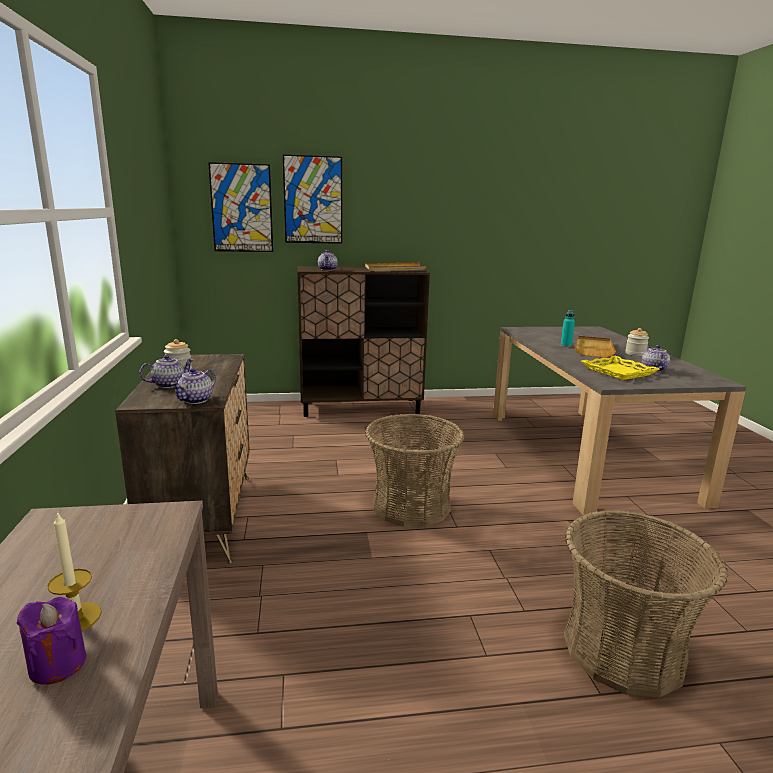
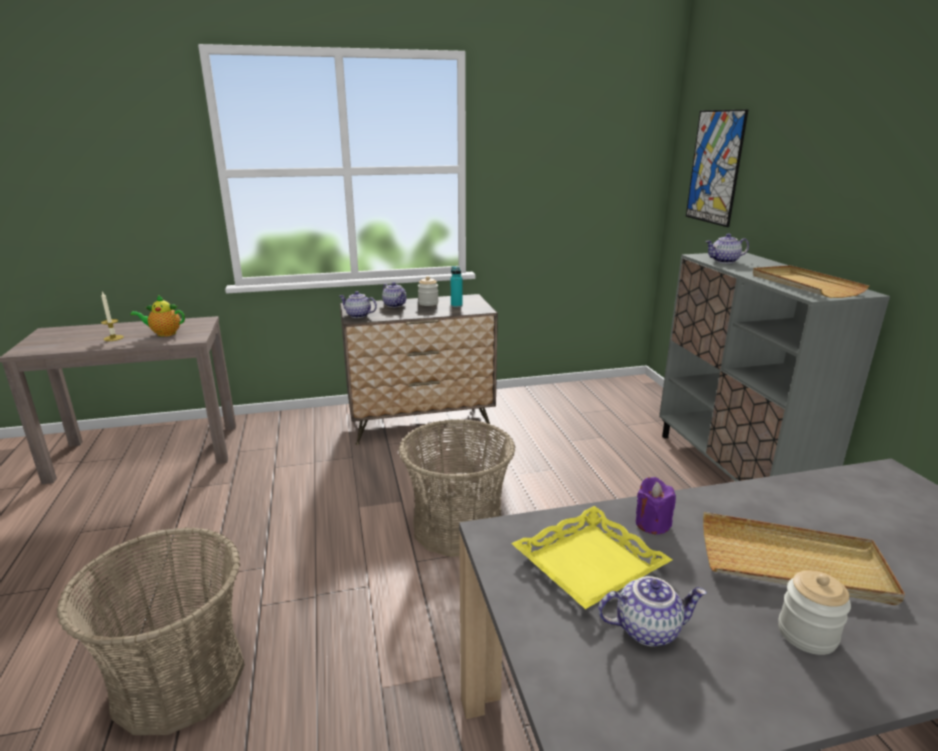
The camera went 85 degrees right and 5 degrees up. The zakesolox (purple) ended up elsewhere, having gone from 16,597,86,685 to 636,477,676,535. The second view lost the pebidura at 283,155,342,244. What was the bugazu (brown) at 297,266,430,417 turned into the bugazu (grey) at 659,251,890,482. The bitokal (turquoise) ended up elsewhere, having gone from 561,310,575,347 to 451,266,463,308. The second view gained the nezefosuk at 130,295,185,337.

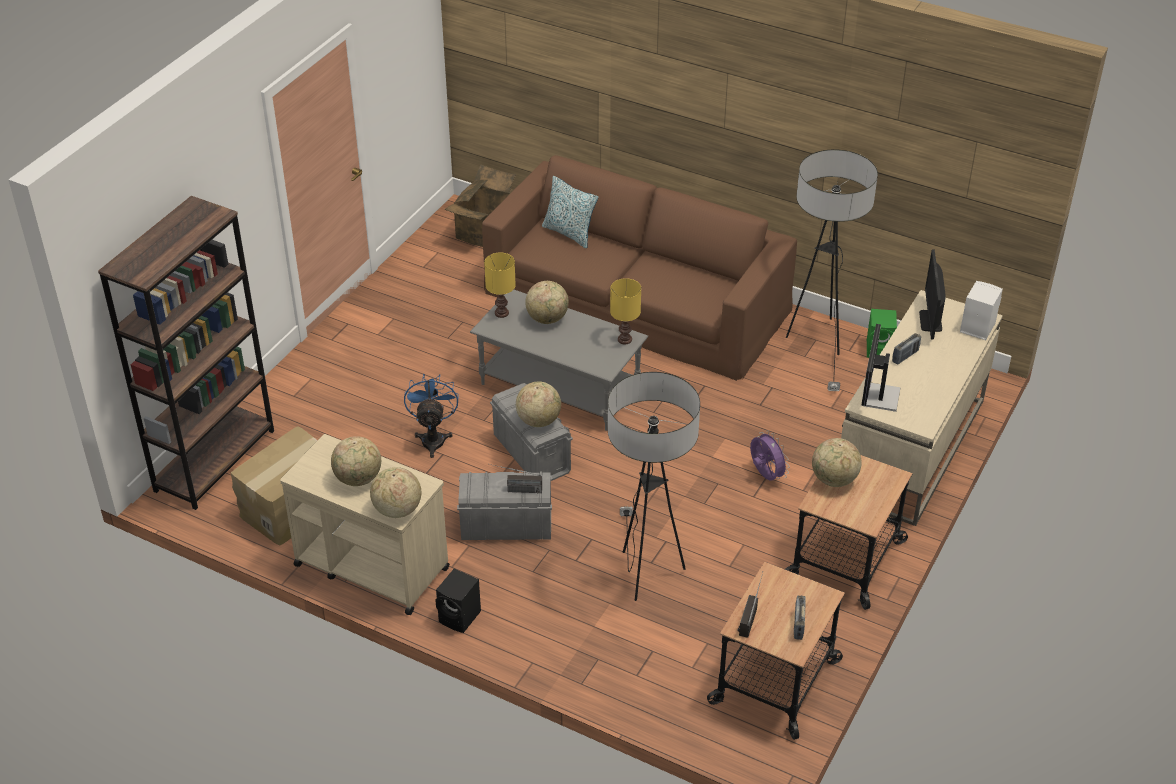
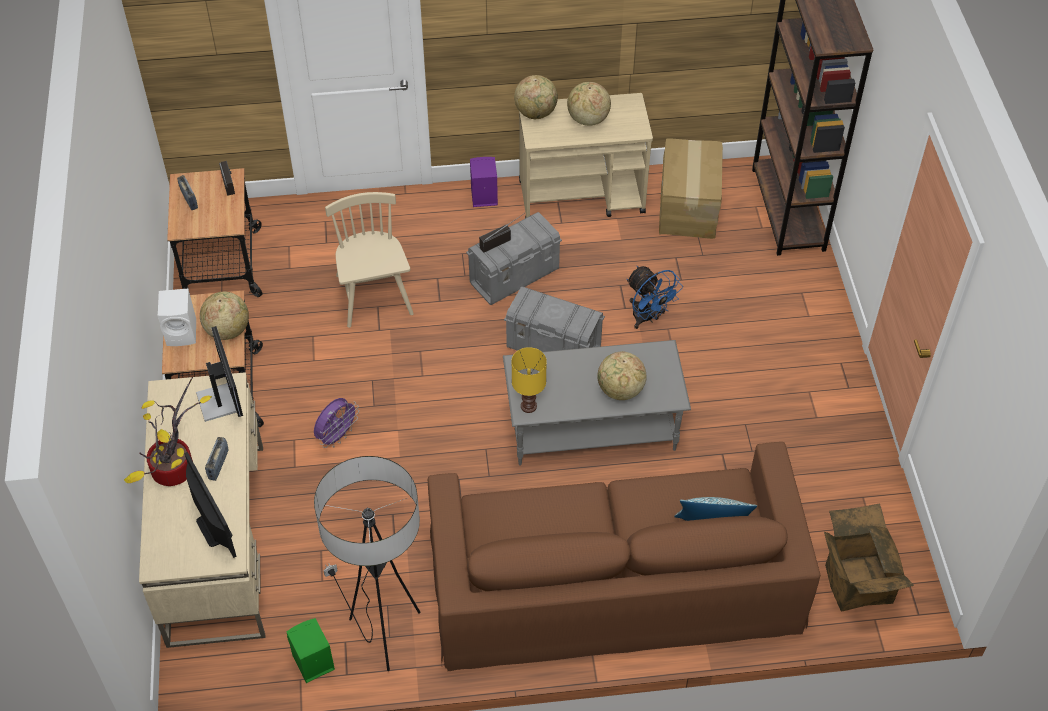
The camera went 145 degrees right and 10 degrees up. What was the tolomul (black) at 435,569,481,633 turned into the tolomul (purple) at 470,157,498,207. The second view lost the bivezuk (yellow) at 484,253,516,318. The second view lost the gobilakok at 516,381,561,427. Where the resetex stood at 608,372,700,601, the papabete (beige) came to stand at 325,192,414,328. The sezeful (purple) at 750,430,790,481 ended up facing another way, 75 degrees counterclockwise from before. The tolomul (white) ended up elsewhere, having gone from 960,281,1003,340 to 158,289,196,346. The second view gained the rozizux at 124,377,212,486.

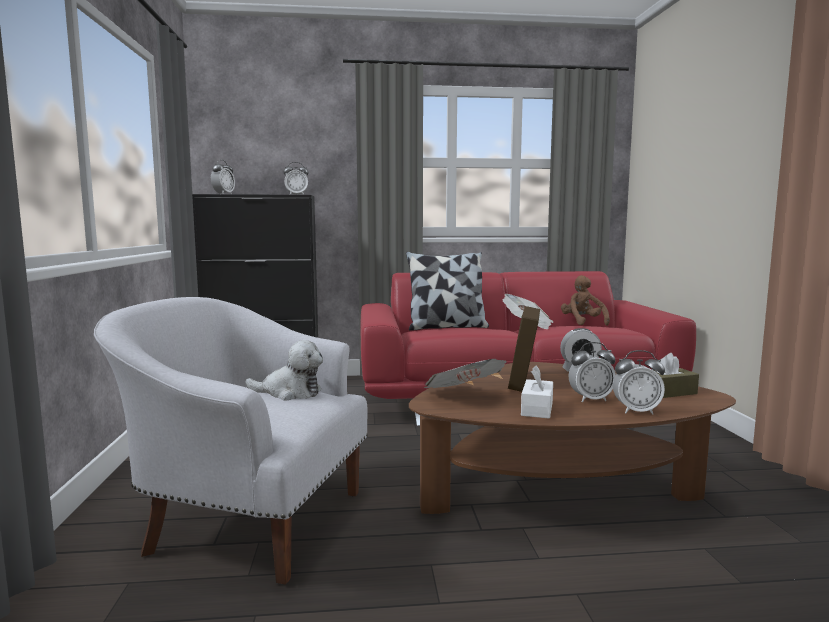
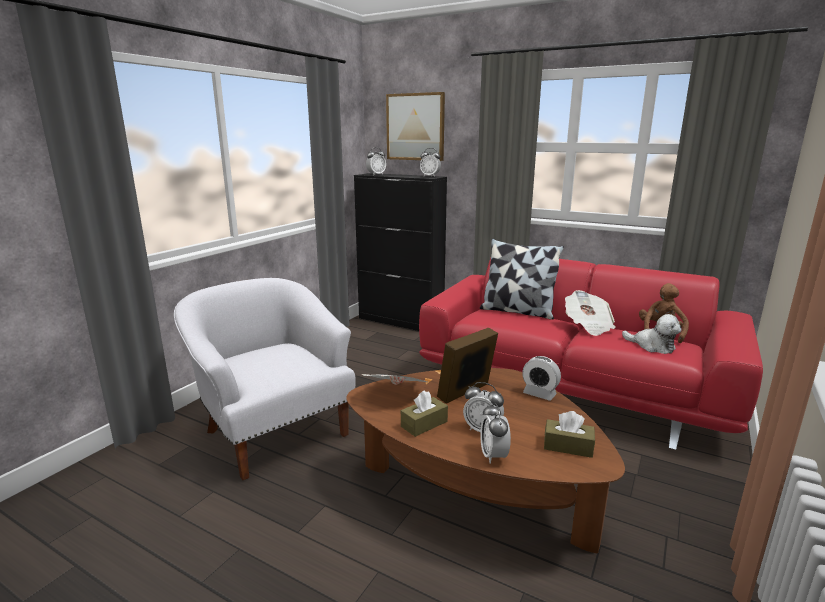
The camera went 35 degrees right and 10 degrees up. The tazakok ended up elsewhere, having gone from 245,340,323,400 to 622,314,682,354. What was the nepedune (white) at 521,365,553,418 turned into the nepedune (brown) at 401,390,448,437. The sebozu at 613,350,665,415 ended up facing another way, 45 degrees clockwise from before. The second view gained the pebidura at 386,92,445,161.

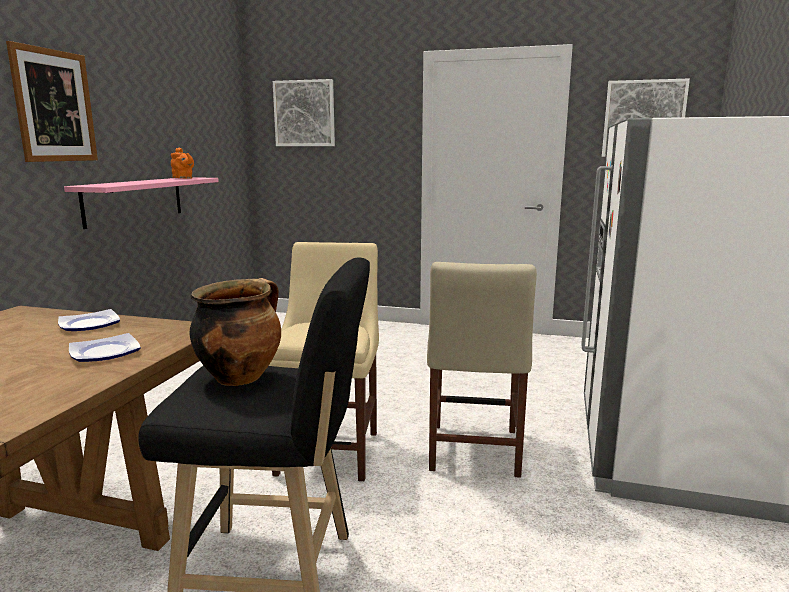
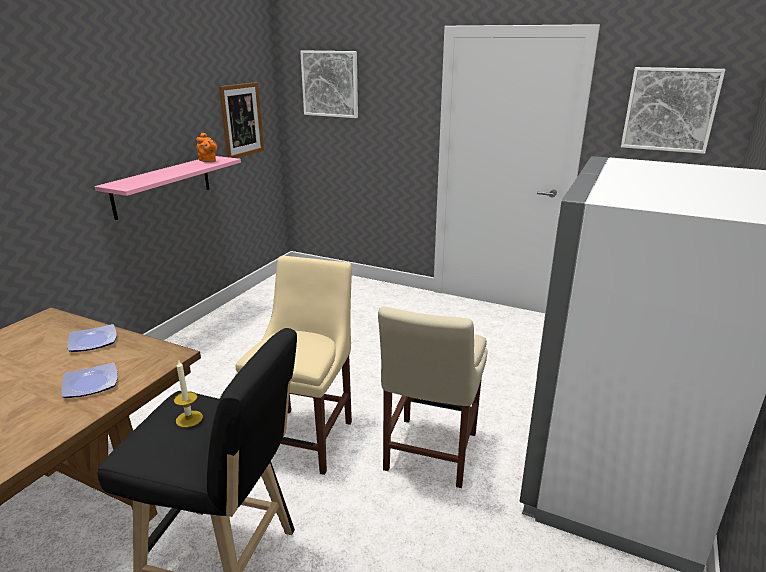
The camera went 10 degrees right and 10 degrees up. The pebidura ended up elsewhere, having gone from 6,41,98,162 to 219,82,264,158. Where the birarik stood at 190,278,281,386, the zakesolox came to stand at 174,359,203,428.

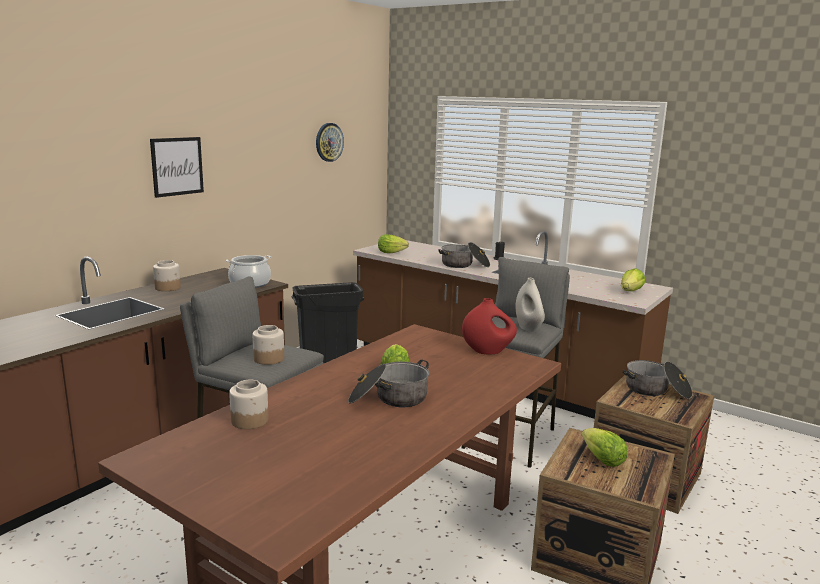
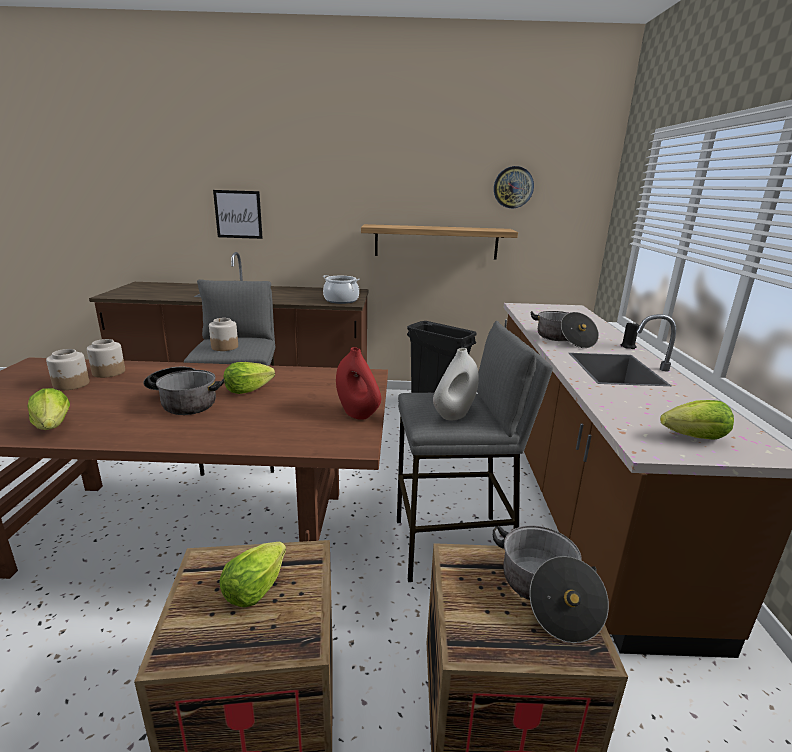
The camera went 55 degrees right and 5 degrees up. The pebidura ended up elsewhere, having gone from 150,137,204,198 to 213,190,263,239. The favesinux ended up elsewhere, having gone from 153,260,181,291 to 46,349,89,390. The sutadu ended up elsewhere, having gone from 378,234,409,253 to 27,388,70,430. The second view gained the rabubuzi at 361,224,518,260.

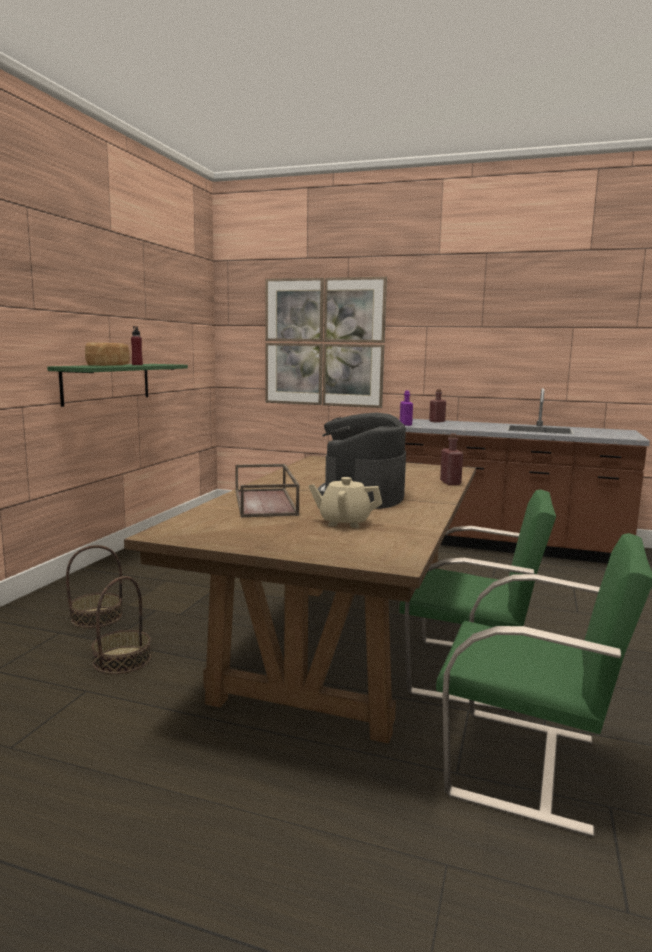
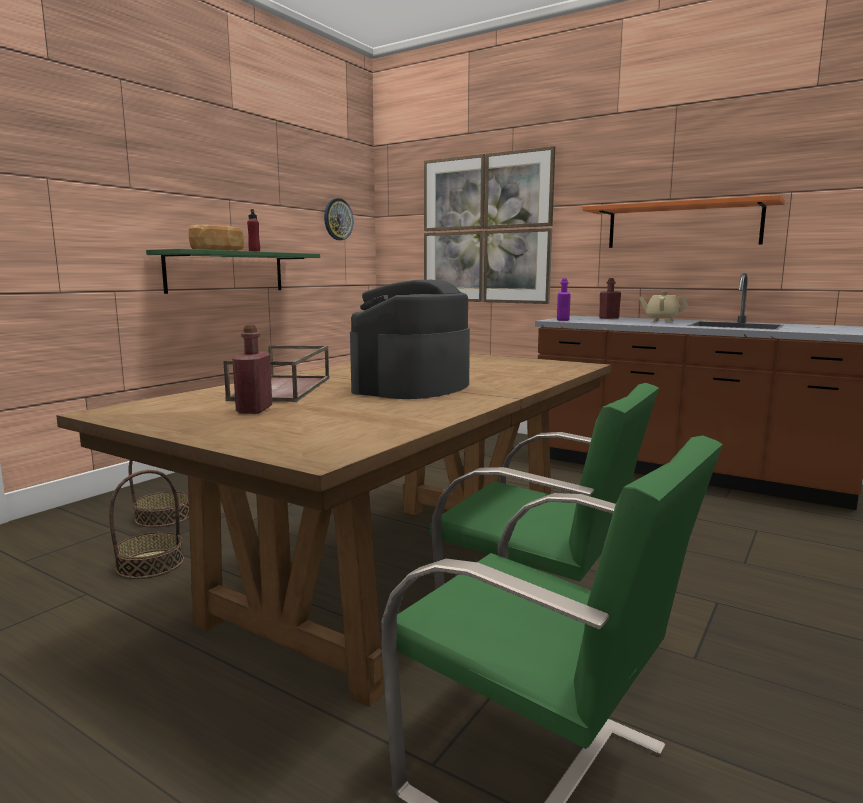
The camera went 15 degrees right and 0 degrees up. The nezefosuk (beige) ended up elsewhere, having gone from 309,477,382,528 to 639,291,688,322. The bitokal (red) ended up elsewhere, having gone from 440,433,463,485 to 232,325,272,414. The second view gained the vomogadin at 324,198,353,240. The second view gained the rabubuzi (orange) at 582,195,785,248.

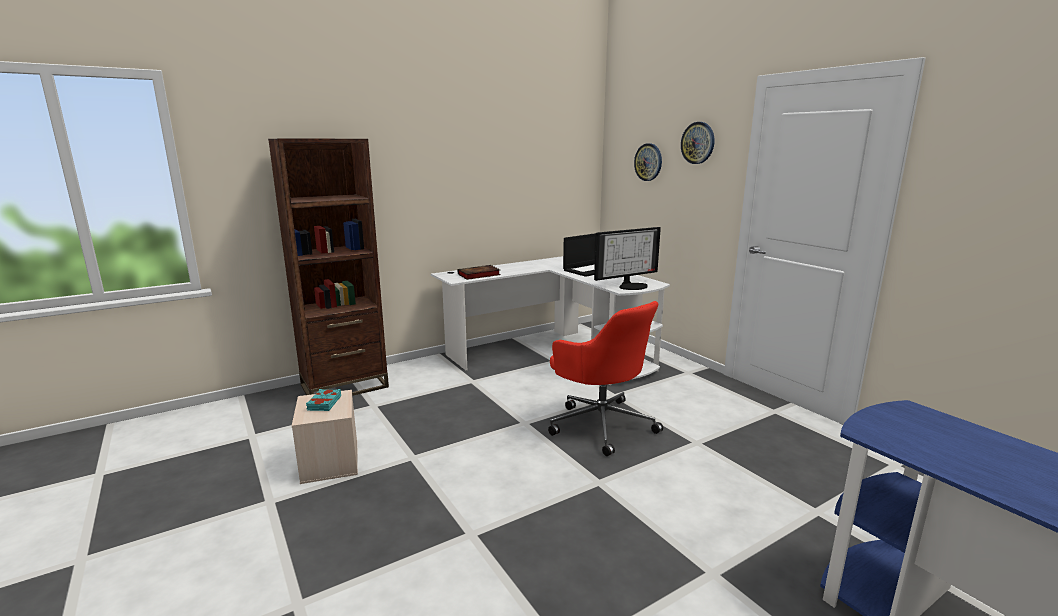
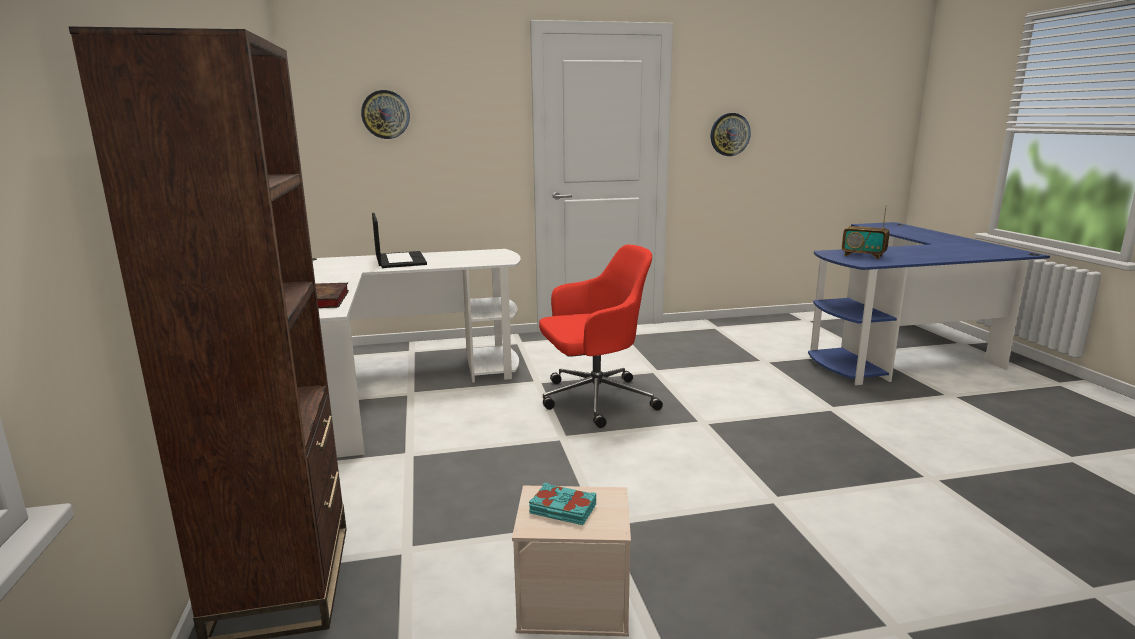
The camera went 70 degrees left and 0 degrees up. The second view lost the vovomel at 594,227,661,290. The vomogadin ended up elsewhere, having gone from 681,122,715,164 to 711,113,751,156. The second view gained the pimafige at 842,206,890,259.

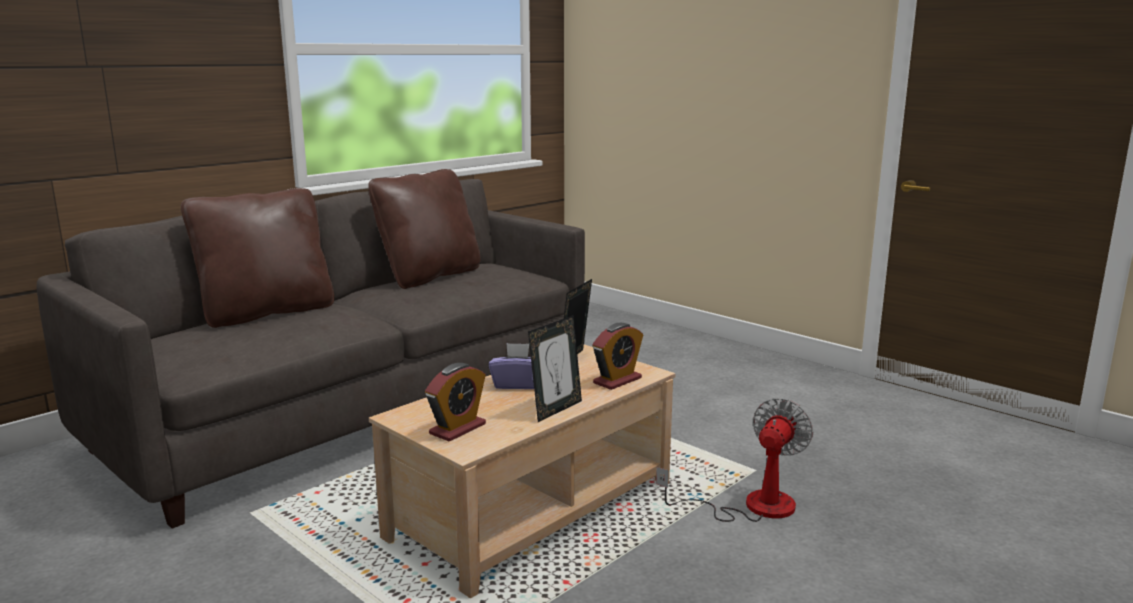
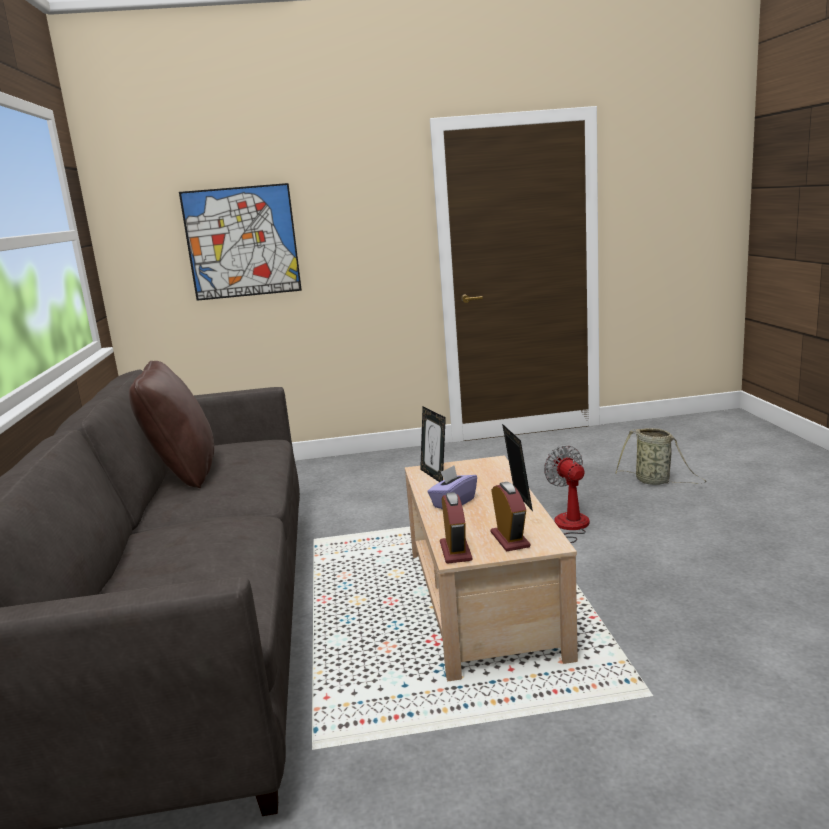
The camera went 50 degrees left and 0 degrees up. The second view lost the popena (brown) at 181,188,334,328. The sebozu ended up elsewhere, having gone from 592,323,643,390 to 440,492,473,564. The second view gained the pebidura at 179,183,302,301. The second view gained the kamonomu at 616,428,706,485.

